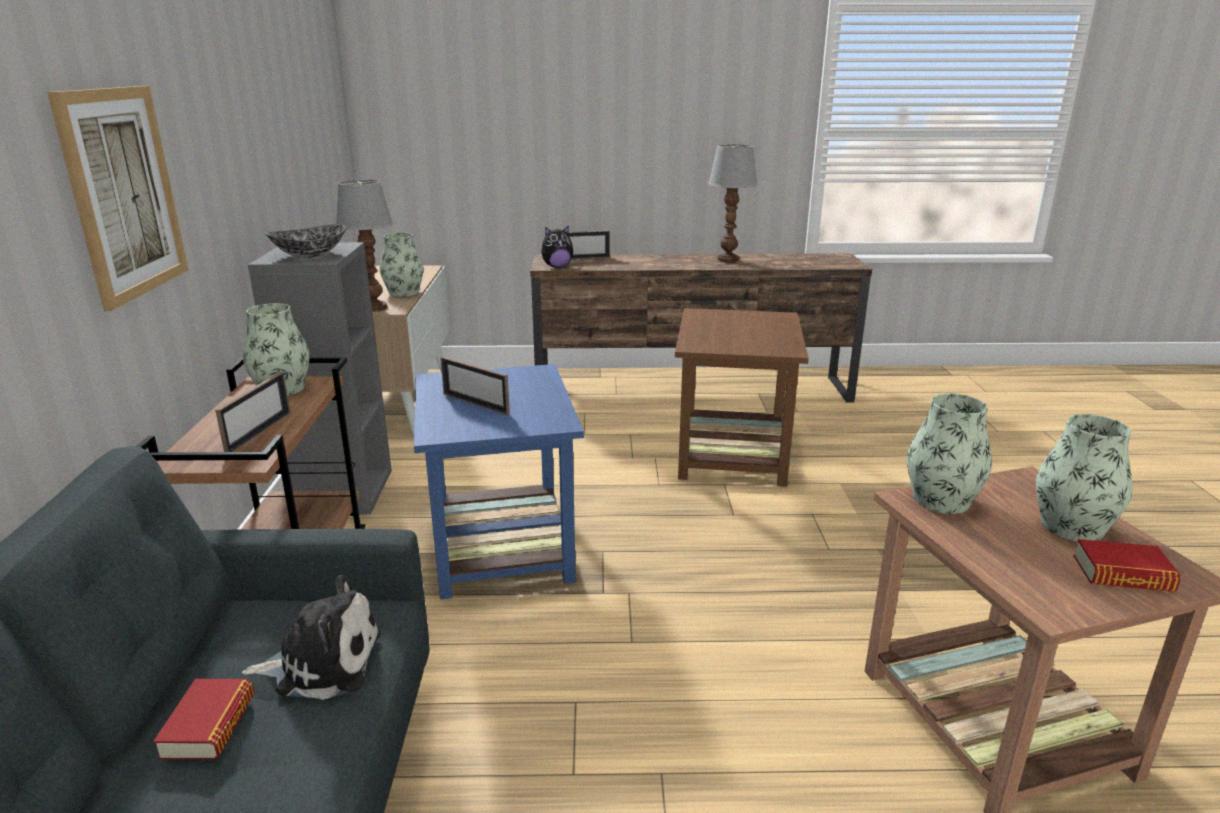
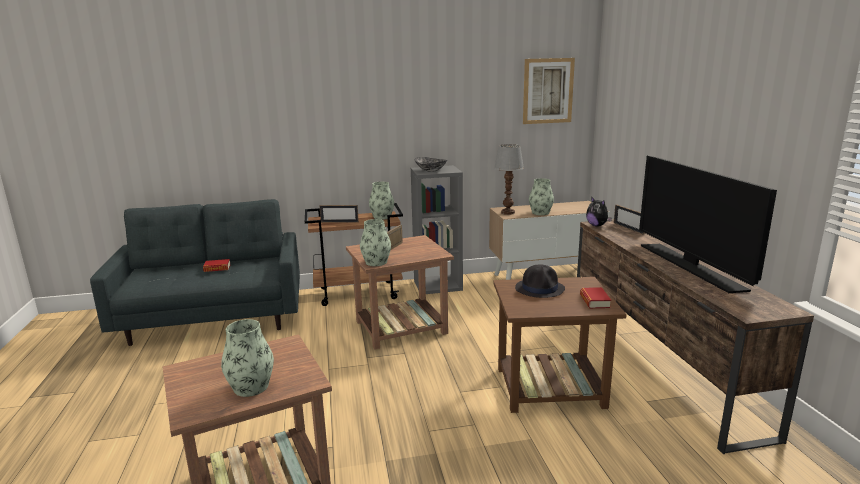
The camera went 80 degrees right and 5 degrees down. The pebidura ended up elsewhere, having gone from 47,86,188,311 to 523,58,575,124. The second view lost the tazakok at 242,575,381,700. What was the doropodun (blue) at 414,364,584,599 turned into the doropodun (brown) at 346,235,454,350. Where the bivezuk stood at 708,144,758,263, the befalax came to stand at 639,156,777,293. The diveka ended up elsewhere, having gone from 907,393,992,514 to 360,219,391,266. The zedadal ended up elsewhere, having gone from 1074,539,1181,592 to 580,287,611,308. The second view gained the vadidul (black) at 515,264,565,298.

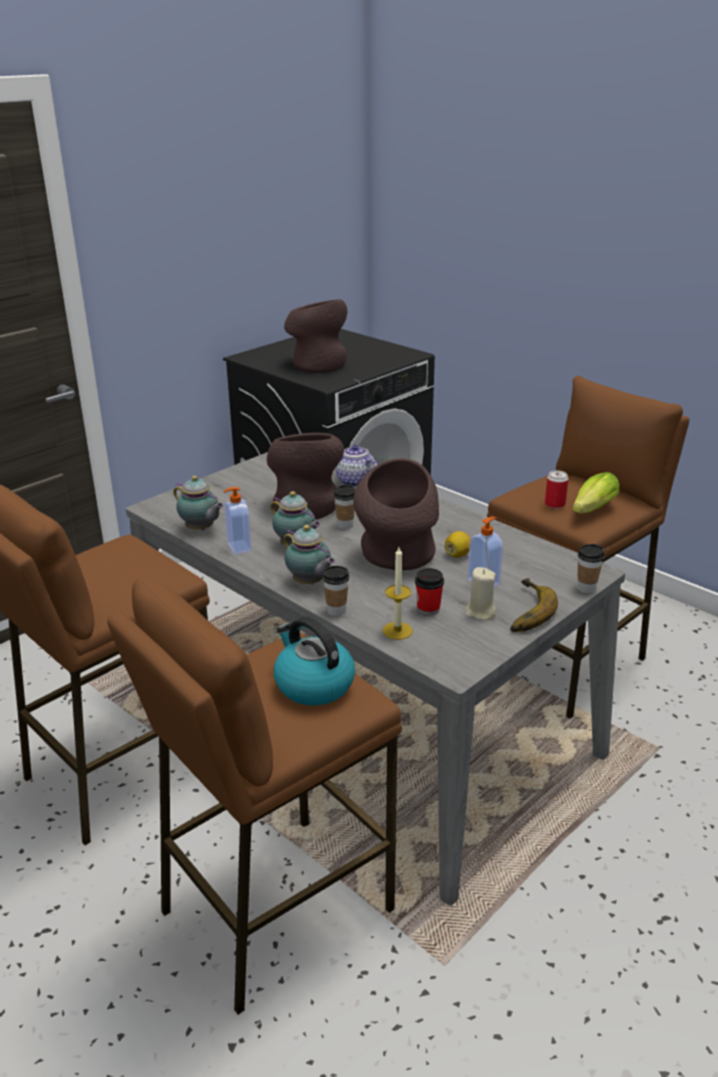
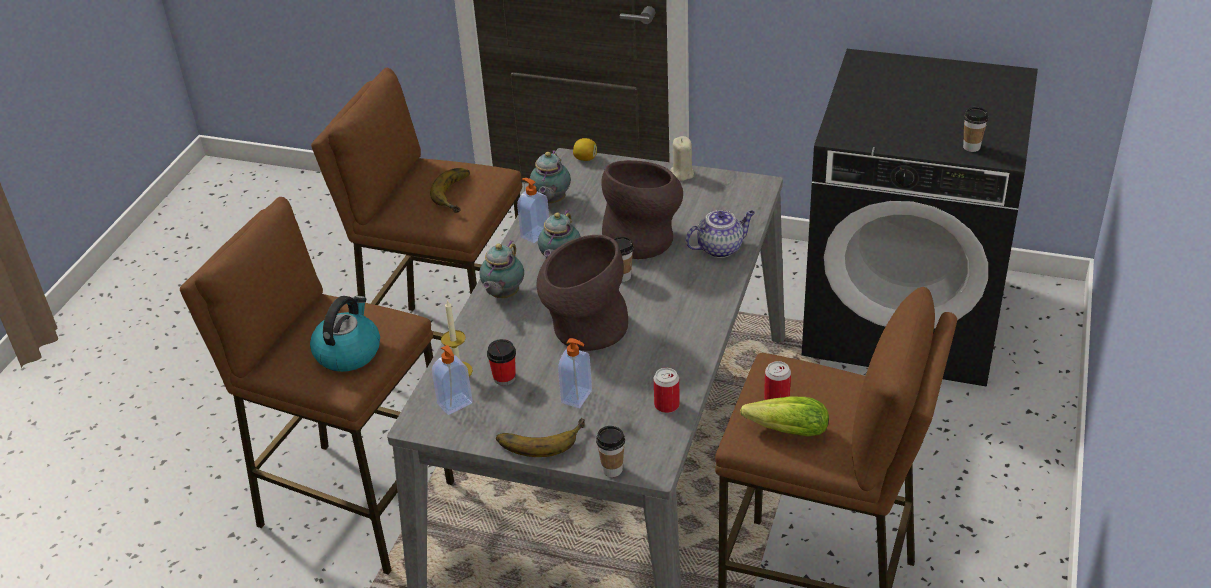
The camera went 65 degrees right and 10 degrees up. The second view lost the diveka (brown) at 284,299,347,373. The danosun ended up elsewhere, having gone from 322,566,349,616 to 963,107,988,152. The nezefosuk at 335,445,377,487 ended up facing another way, 45 degrees clockwise from before. The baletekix ended up elsewhere, having gone from 445,531,471,557 to 573,138,597,161. The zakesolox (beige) ended up elsewhere, having gone from 466,567,496,620 to 670,136,694,181. The second view gained the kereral at 430,168,470,213. The second view gained the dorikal at 432,345,473,415. The second view gained the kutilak at 654,368,680,413.

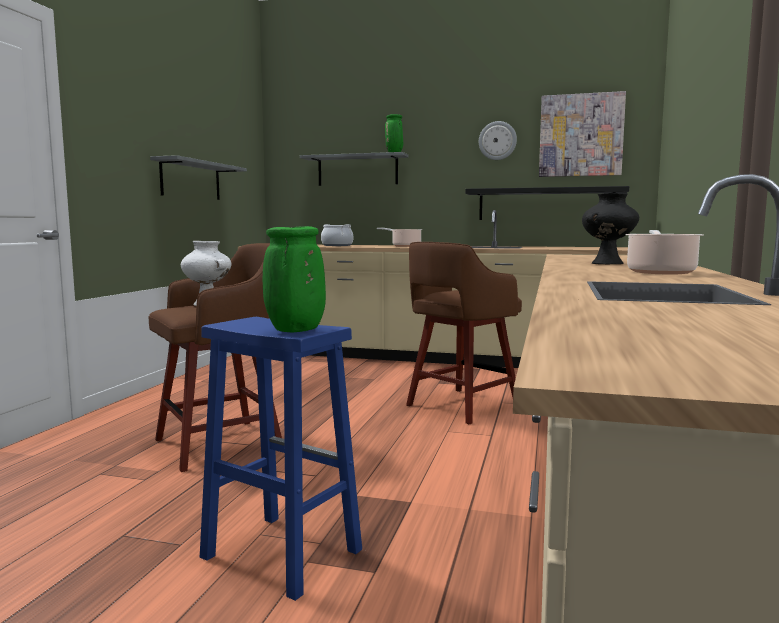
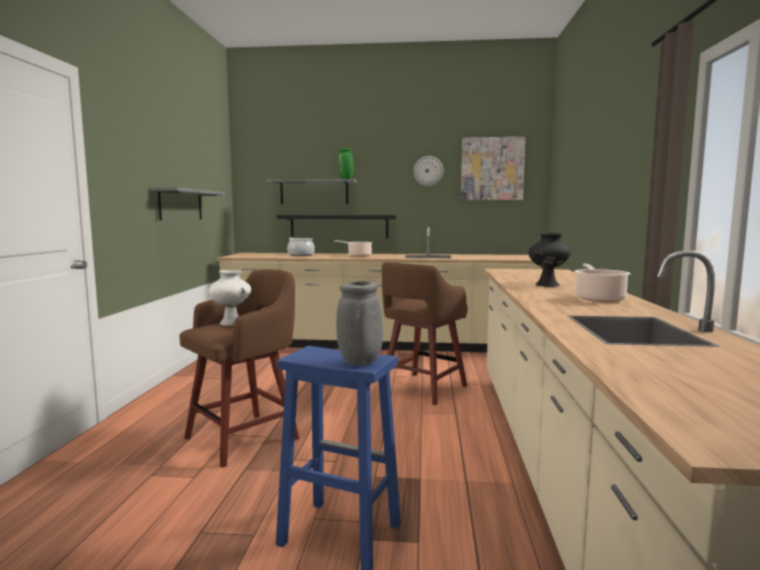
The camera went 10 degrees left and 0 degrees up. What was the diveka (green) at 263,226,326,332 turned into the diveka (grey) at 336,281,383,366. The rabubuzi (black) ended up elsewhere, having gone from 465,186,629,220 to 277,215,397,239.

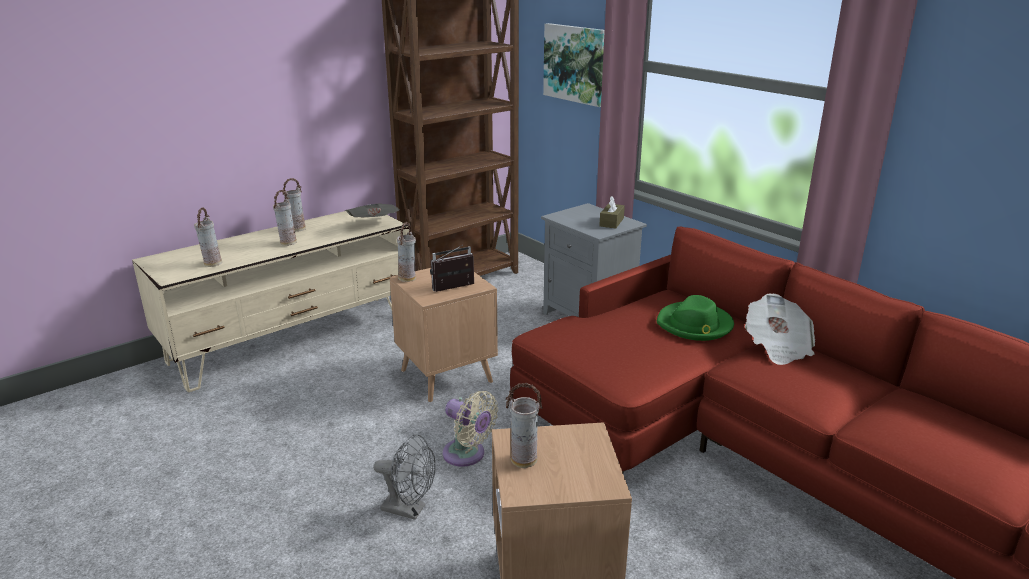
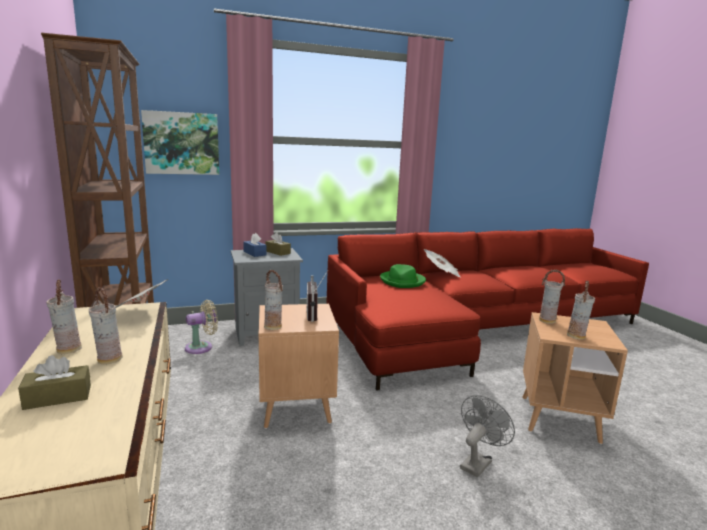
The camera went 70 degrees left and 10 degrees down. The diveka ended up elsewhere, having gone from 194,207,222,267 to 539,270,565,324. The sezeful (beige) ended up elsewhere, having gone from 443,391,498,467 to 185,300,218,354. The second view gained the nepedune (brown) at 18,355,91,410. The second view gained the nepedune (blue) at 243,233,266,257.

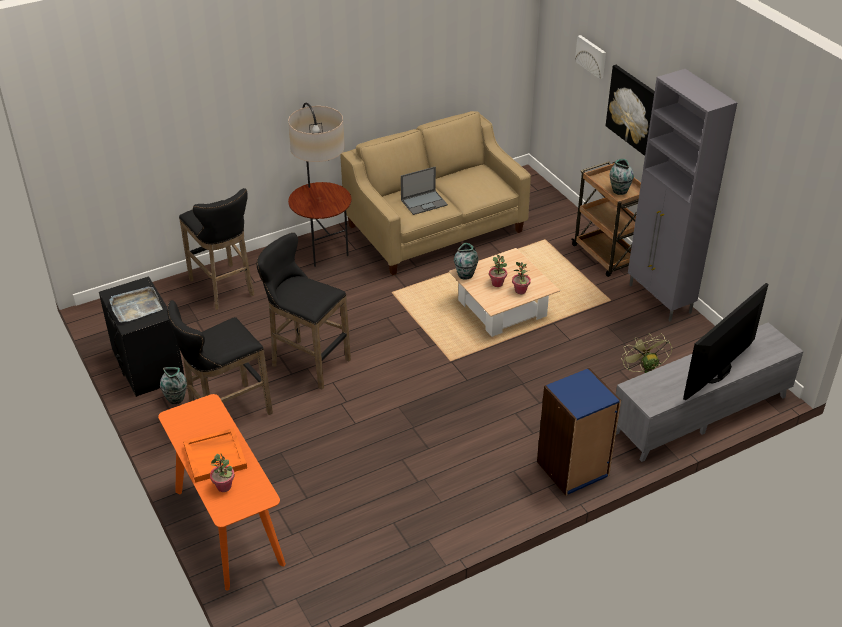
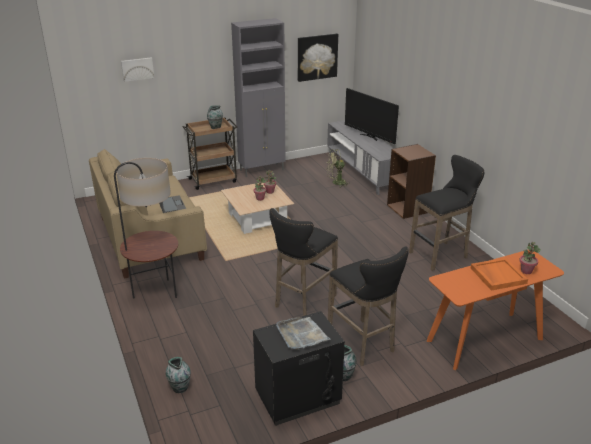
The camera went 85 degrees left and 10 degrees down. The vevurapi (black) ended up elsewhere, having gone from 179,188,255,310 to 409,155,484,271. The diveka ended up elsewhere, having gone from 454,243,478,280 to 165,357,191,393. What was the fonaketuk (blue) at 537,368,621,496 turned into the fonaketuk (brown) at 387,144,436,219. The pebidura ended up elsewhere, having gone from 606,65,655,156 to 298,33,338,82.

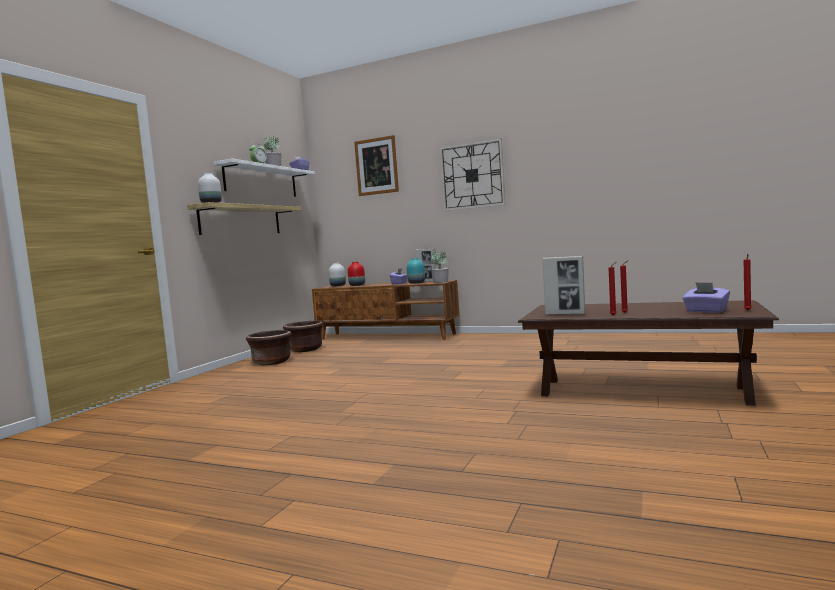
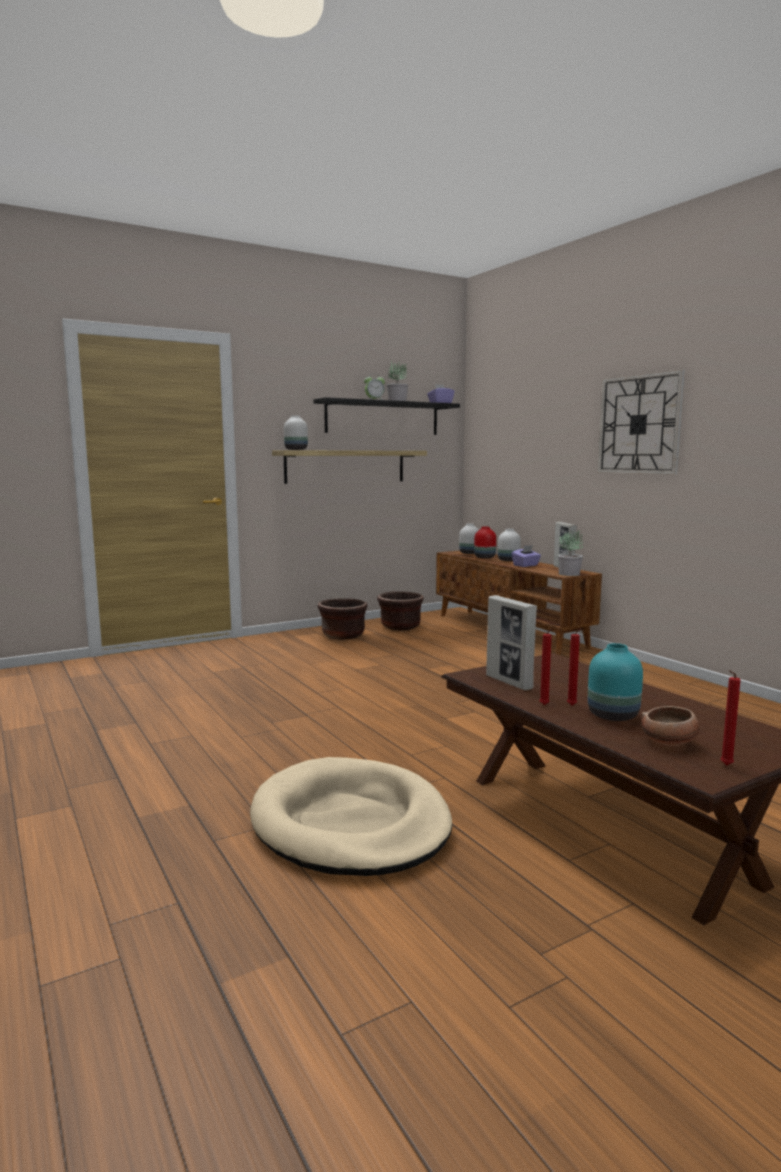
The camera went 35 degrees right and 5 degrees up. What was the rabubuzi (white) at 214,158,315,197 turned into the rabubuzi (black) at 313,397,460,435. The second view lost the pebidura at 354,135,399,196. The diveka (turquoise) ended up elsewhere, having gone from 407,258,425,284 to 588,643,643,721. Where the nepedune (purple) stood at 682,282,730,313, the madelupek came to stand at 641,706,700,746. The second view gained the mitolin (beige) at 250,757,452,876. The second view gained the diveka (white) at 498,529,521,561.

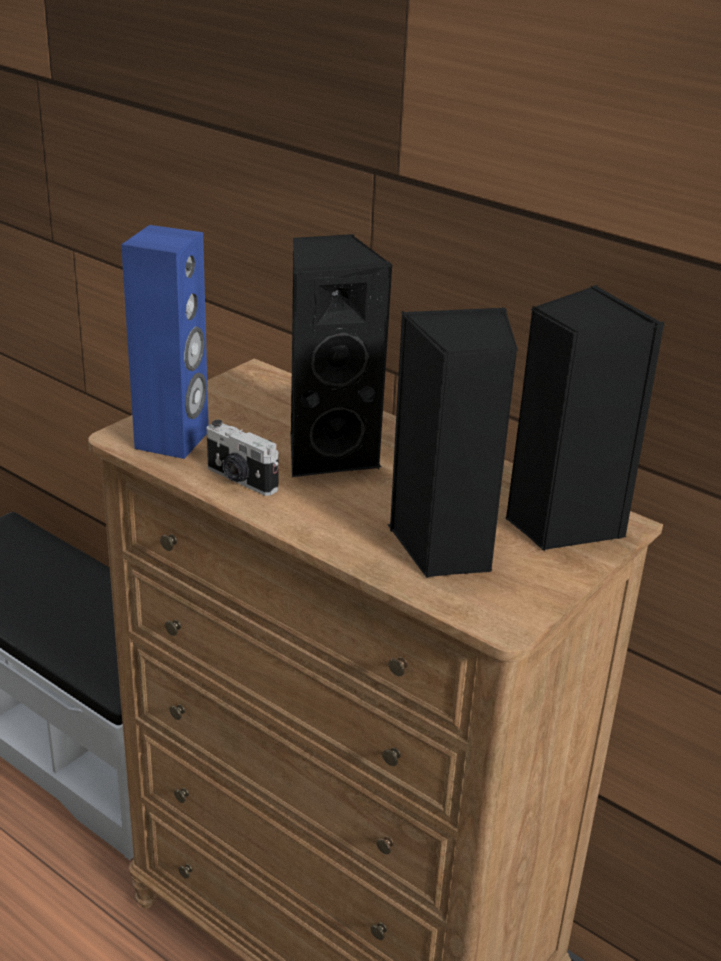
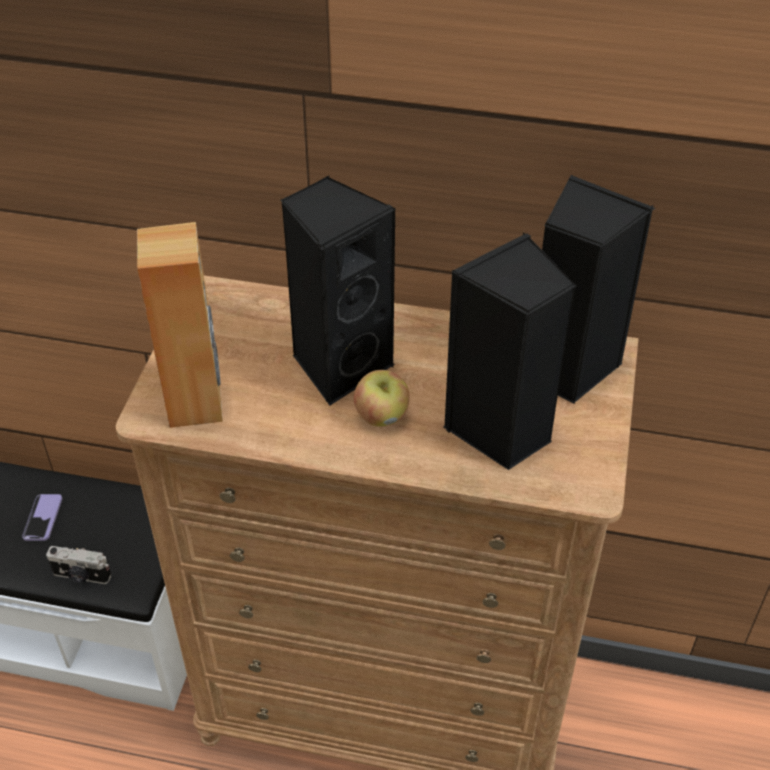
The camera went 25 degrees left and 15 degrees up. What was the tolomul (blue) at 121,225,209,459 turned into the tolomul (brown) at 137,222,223,428. The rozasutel ended up elsewhere, having gone from 207,420,279,496 to 46,546,111,584. The second view gained the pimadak at 22,494,62,541. The second view gained the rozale at 354,370,410,426.

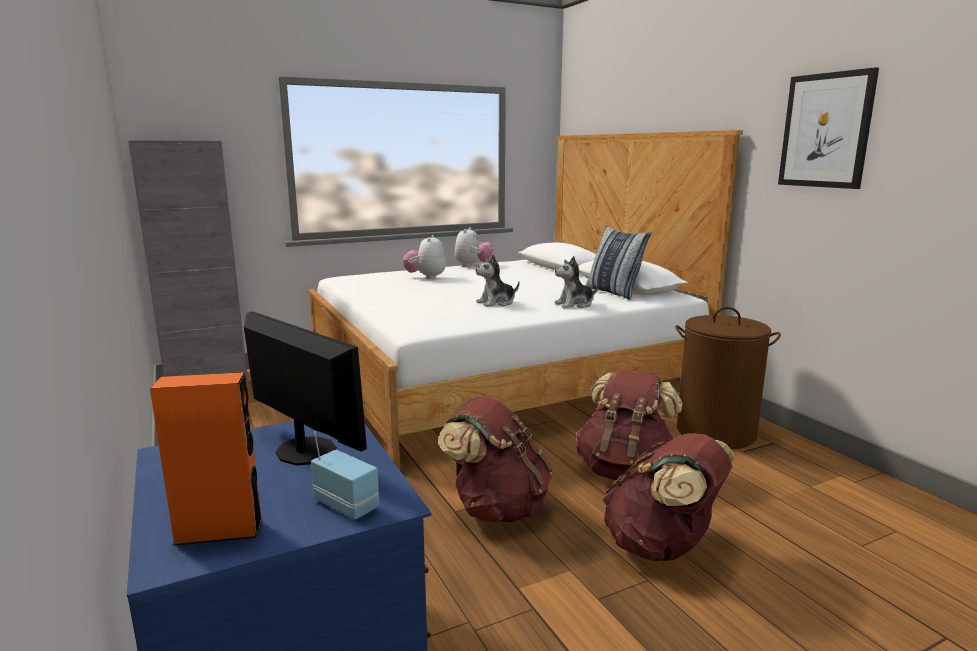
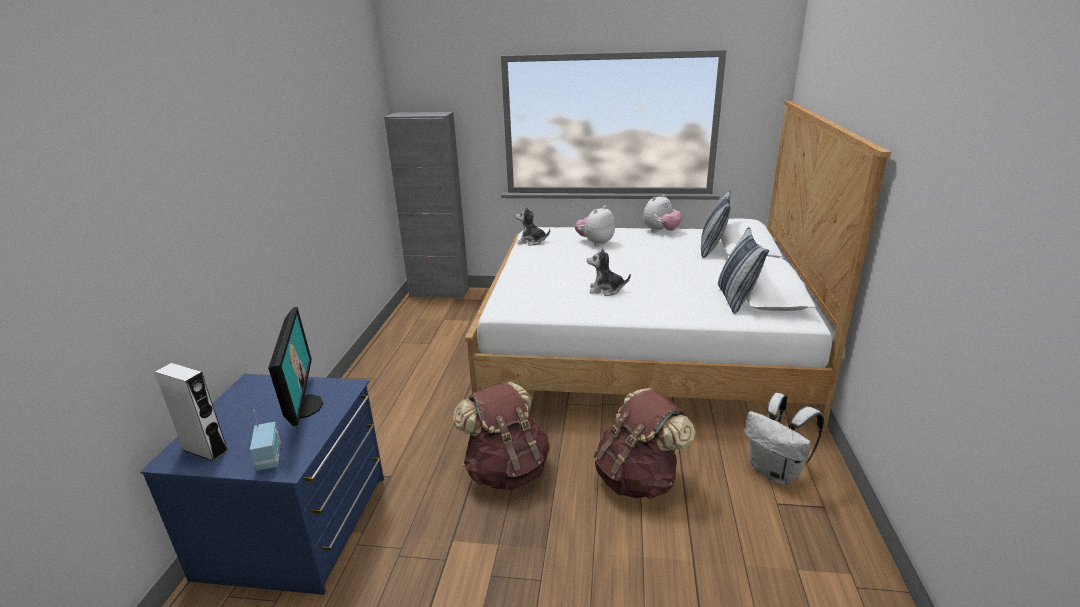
The camera went 35 degrees right and 10 degrees up. What was the tolomul (orange) at 150,372,263,546 turned into the tolomul (white) at 154,363,228,461. The tazakok ended up elsewhere, having gone from 555,256,599,308 to 516,207,550,246. The second view lost the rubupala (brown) at 603,433,735,562. Where the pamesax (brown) stood at 675,307,781,449, the rubupala (white) came to stand at 744,393,824,485. The second view lost the pebidura at 778,67,879,189. The second view gained the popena at 701,190,731,258.

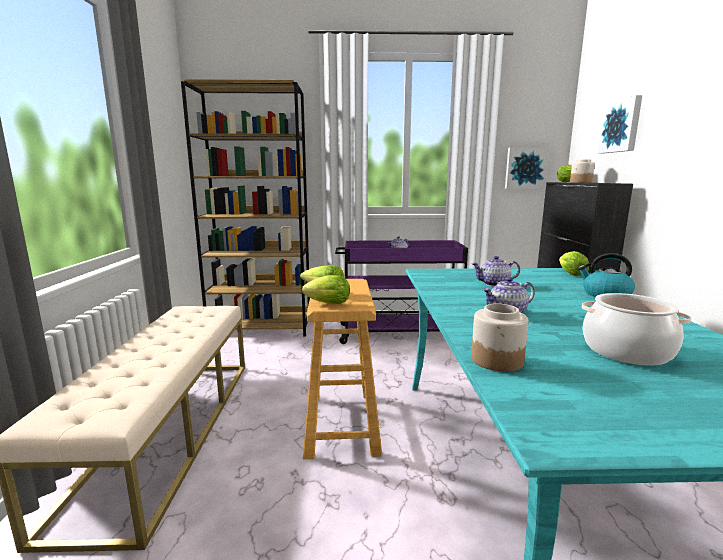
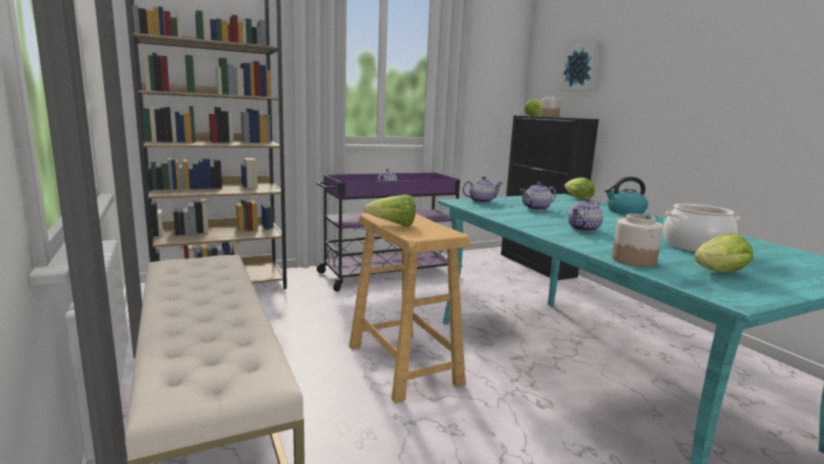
The camera went 25 degrees left and 0 degrees up. The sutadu ended up elsewhere, having gone from 302,275,350,304 to 694,234,753,272. The second view lost the pebidura at 505,147,550,189. The second view gained the nezefosuk at 462,176,502,203.

